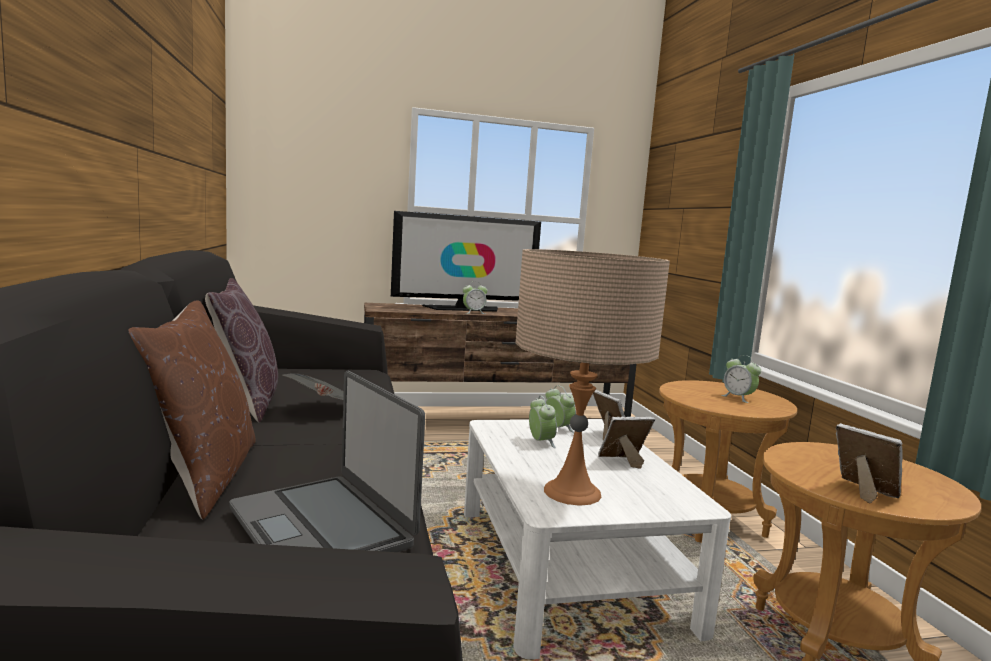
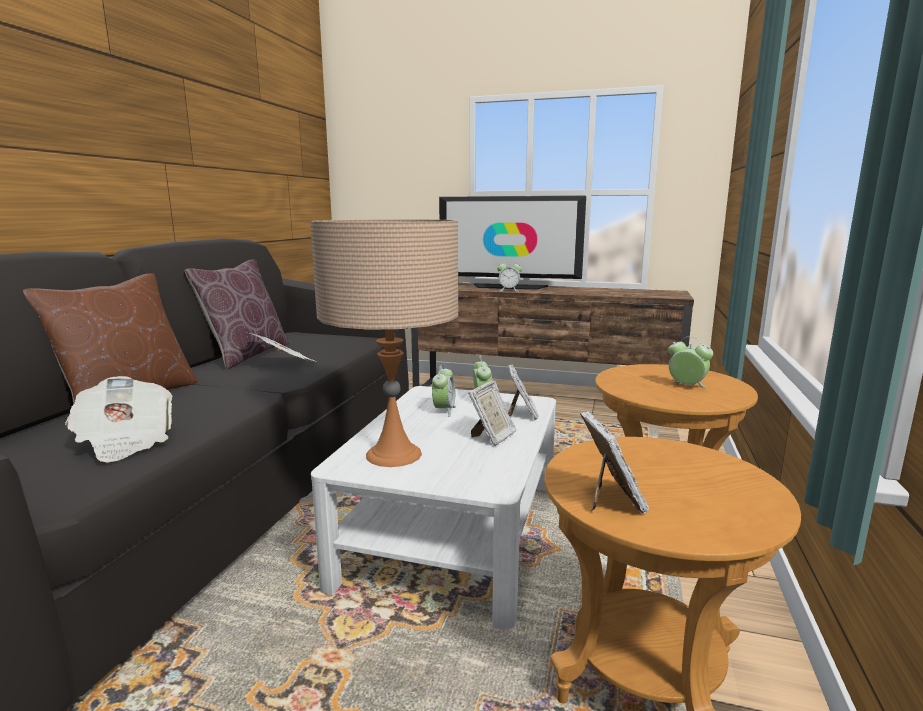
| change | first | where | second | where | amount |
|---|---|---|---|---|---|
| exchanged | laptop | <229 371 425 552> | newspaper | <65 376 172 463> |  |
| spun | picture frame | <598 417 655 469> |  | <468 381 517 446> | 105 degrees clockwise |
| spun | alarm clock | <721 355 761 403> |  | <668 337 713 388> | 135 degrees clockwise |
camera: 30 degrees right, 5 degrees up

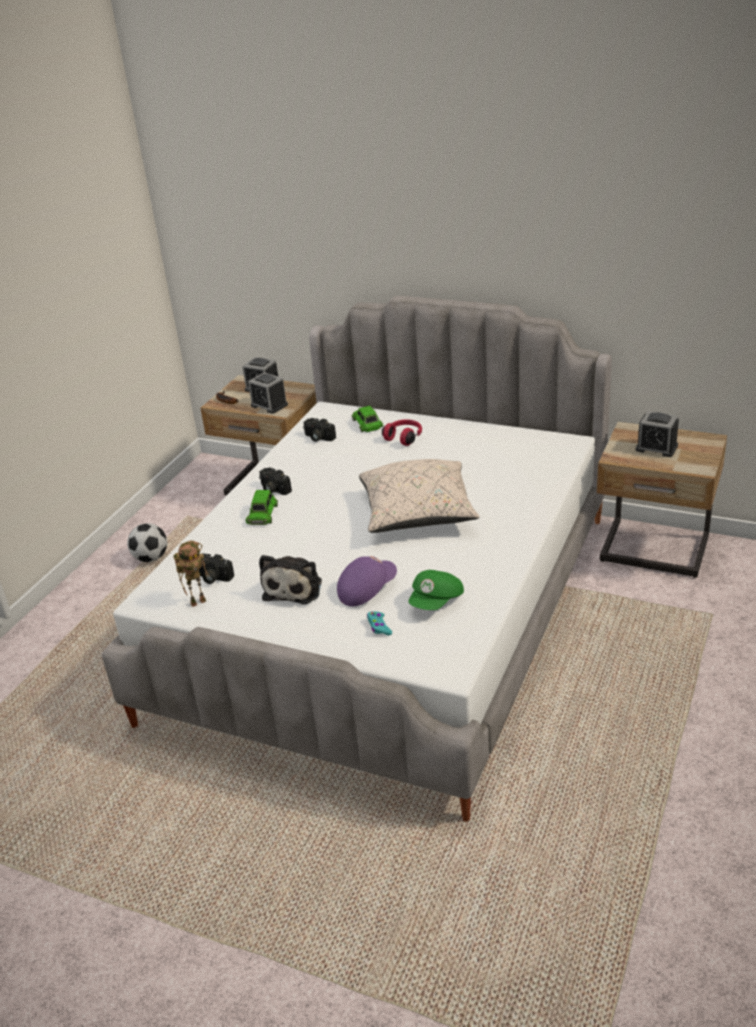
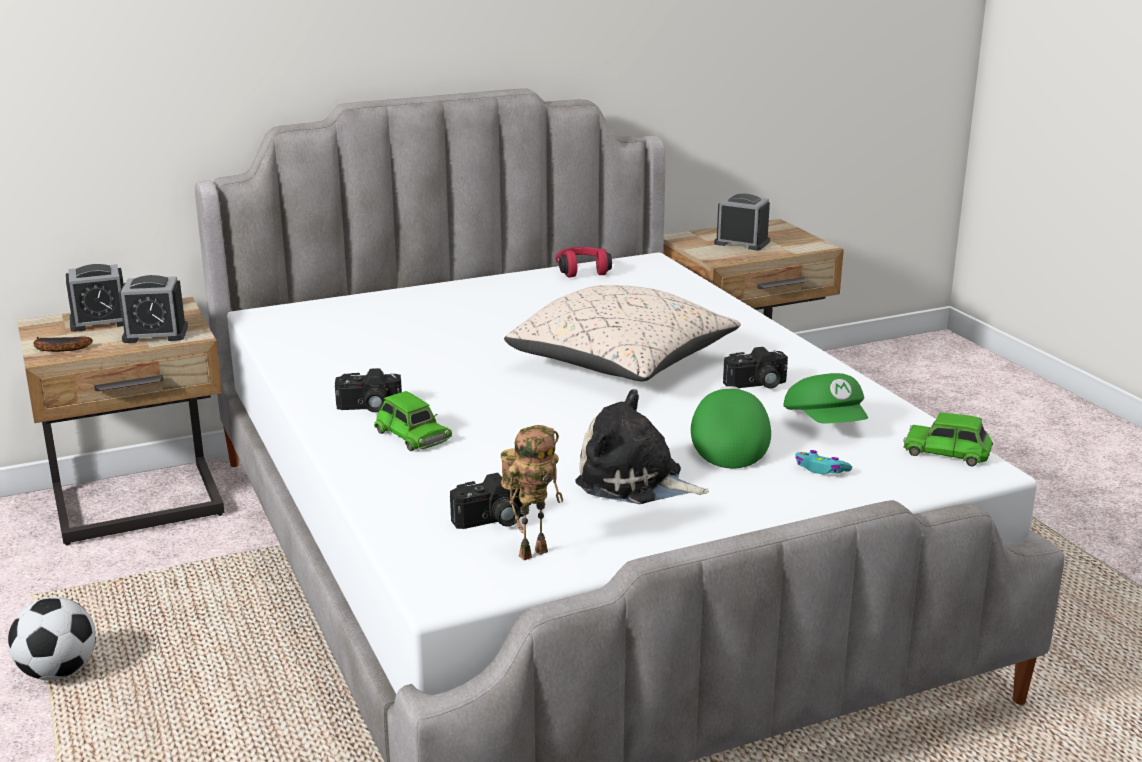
| change | first | where | second | where | amount |
|---|---|---|---|---|---|
| spun | toy robot | <174 541 209 607> |  | <501 425 563 560> | 45 degrees clockwise |
| relocated | red headphones | <382 419 422 446> |  | <556 247 612 277> |  |
| spun | plush toy | <259 555 322 605> |  | <575 389 709 504> | 150 degrees clockwise |
| colour | purple cap | <337 556 397 606> | green cap | <691 386 771 468> |  |
| spun | alarm clock | <636 411 679 457> |  | <714 194 770 251> | 135 degrees counterclockwise |
| relocated | photo camera | <303 418 336 442> |  | <723 347 788 389> |  |
| relocated | green toy car | <352 406 383 432> |  | <903 413 993 466> |  |
camera: 50 degrees left, 10 degrees down

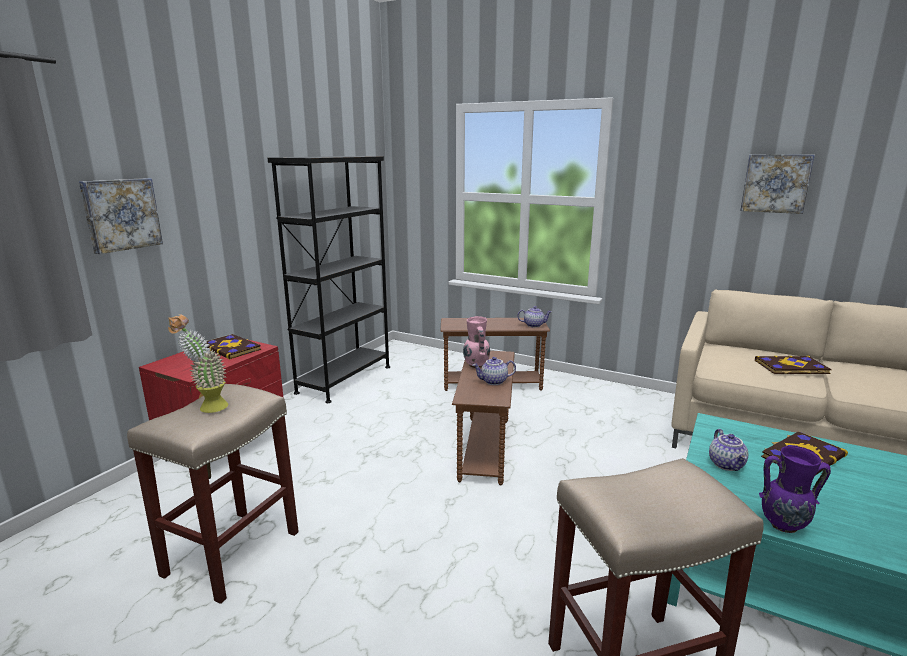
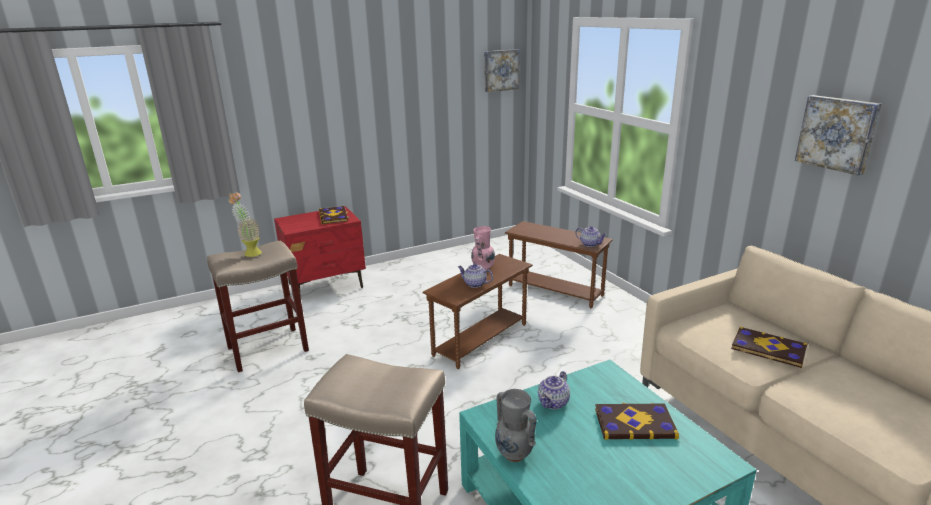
| change | first | where | second | where | amount |
|---|---|---|---|---|---|
| relocated | picture | <79 178 163 254> |  | <484 49 520 92> |  |
| colour | purple vase | <759 446 831 533> | grey vase | <495 389 537 462> |  |
| missing | black bookcase | <268 156 390 403> |  |  |  |
camera: 35 degrees right, 5 degrees up

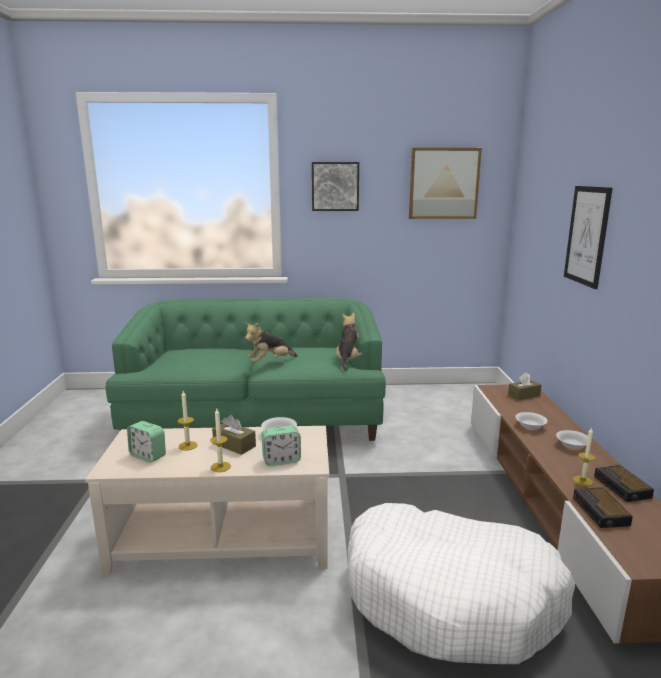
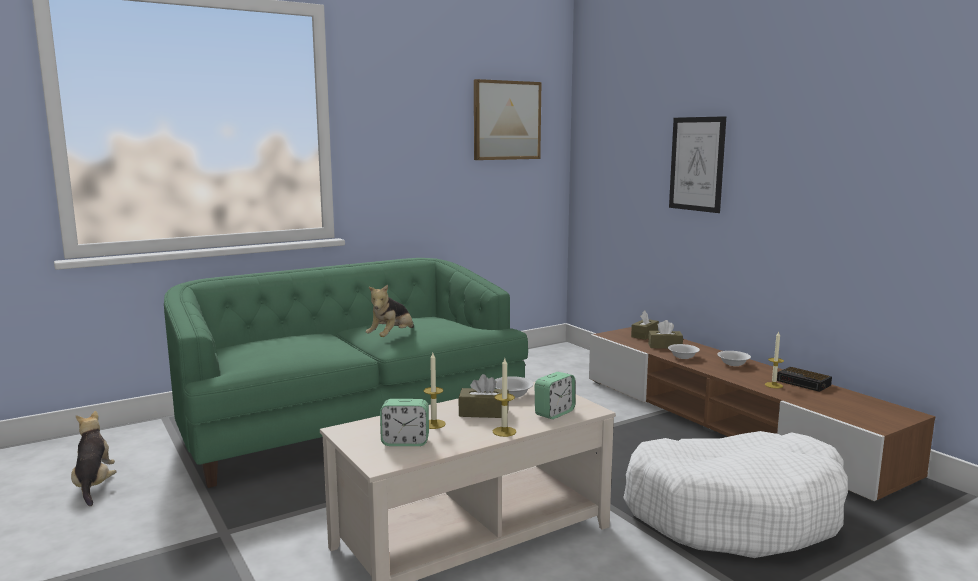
| change | first | where | second | where | amount |
|---|---|---|---|---|---|
| relocated | plush toy | <336 313 362 372> |  | <71 411 116 506> |  |
| appeared |  |  | brown tissue box | <648 320 683 349> |  |
| missing | picture | <312 162 359 211> |  |  |  |
| missing | alarm clock | <573 487 633 528> |  |  |  |
camera: 30 degrees left, 5 degrees down

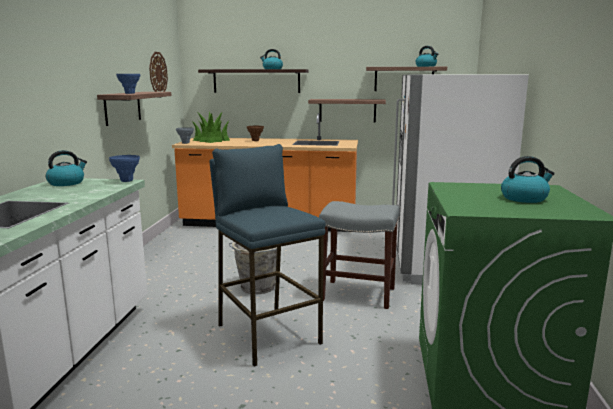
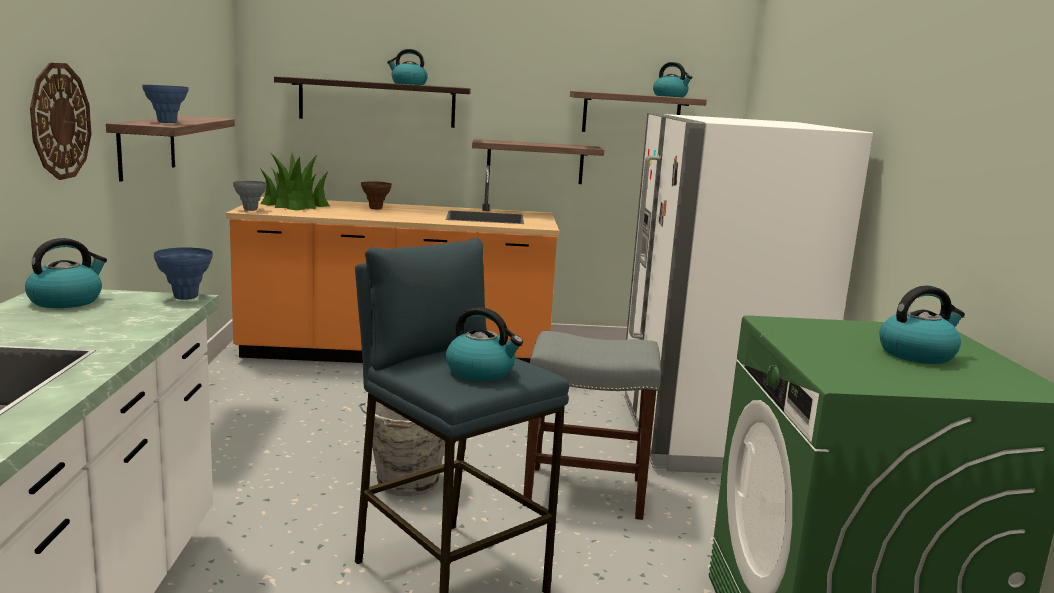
| change | first | where | second | where | amount |
|---|---|---|---|---|---|
| relocated | wall clock | <149 52 168 92> |  | <30 63 91 180> |  |
| appeared |  |  | kettle | <446 307 523 381> |  |
camera: 10 degrees left, 0 degrees up

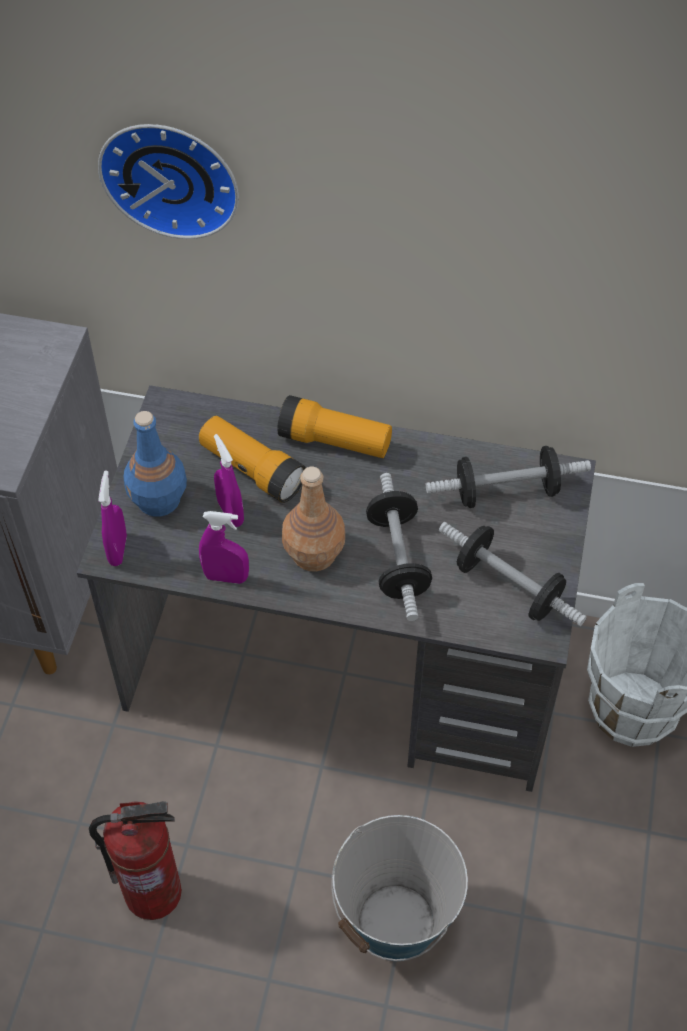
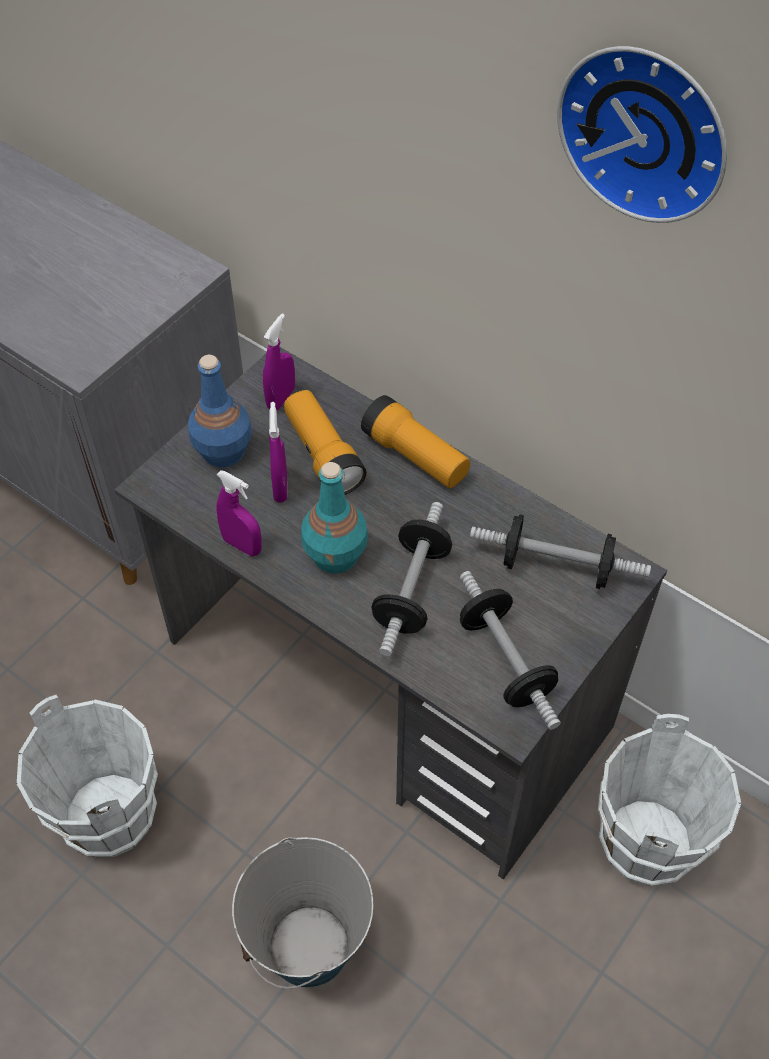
| change | first | where | second | where | amount |
|---|---|---|---|---|---|
| exchanged | fire extinguisher | <89 801 182 920> | white bucket | <17 695 158 857> |  |
| relocated | purple spray bottle | <98 470 127 566> |  | <263 313 295 410> |  |
| colour | brown bottle | <282 467 345 571> | turquoise bottle | <301 462 368 573> |  |
| relocated | wall clock | <98 124 239 239> |  | <557 46 727 223> |  |
camera: 25 degrees right, 0 degrees up

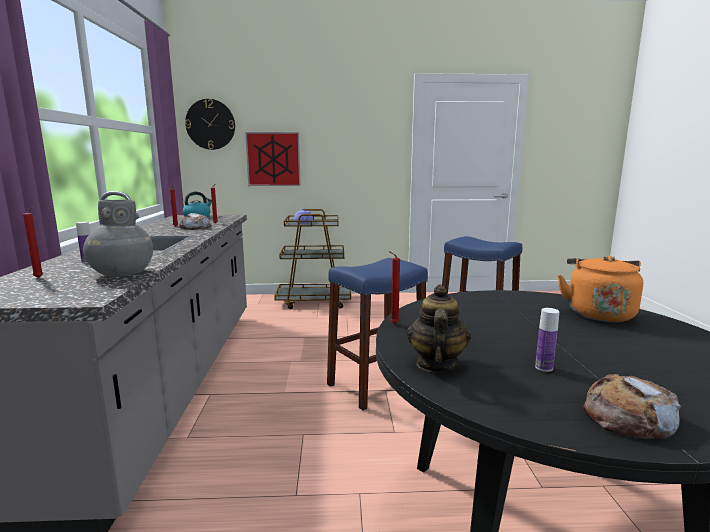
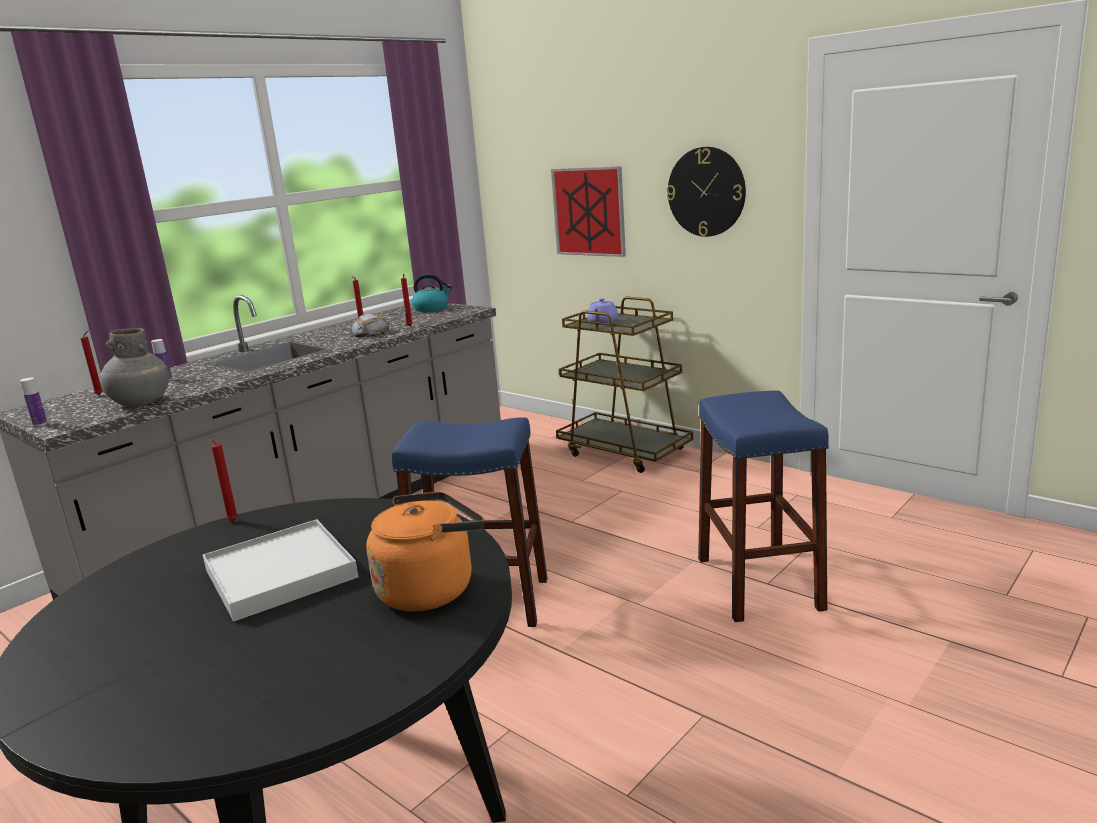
| change | first | where | second | where | amount |
|---|---|---|---|---|---|
| relocated | bottle | <535 308 559 372> |  | <20 377 48 426> |  |
| appeared |  |  | white tray | <203 519 358 621> |  |
| relocated | wall clock | <185 99 235 150> |  | <667 147 746 237> |  |
| missing | teapot | <407 284 471 372> |  |  |  |
| missing | bread | <583 374 681 439> |  |  |  |
camera: 45 degrees right, 5 degrees up

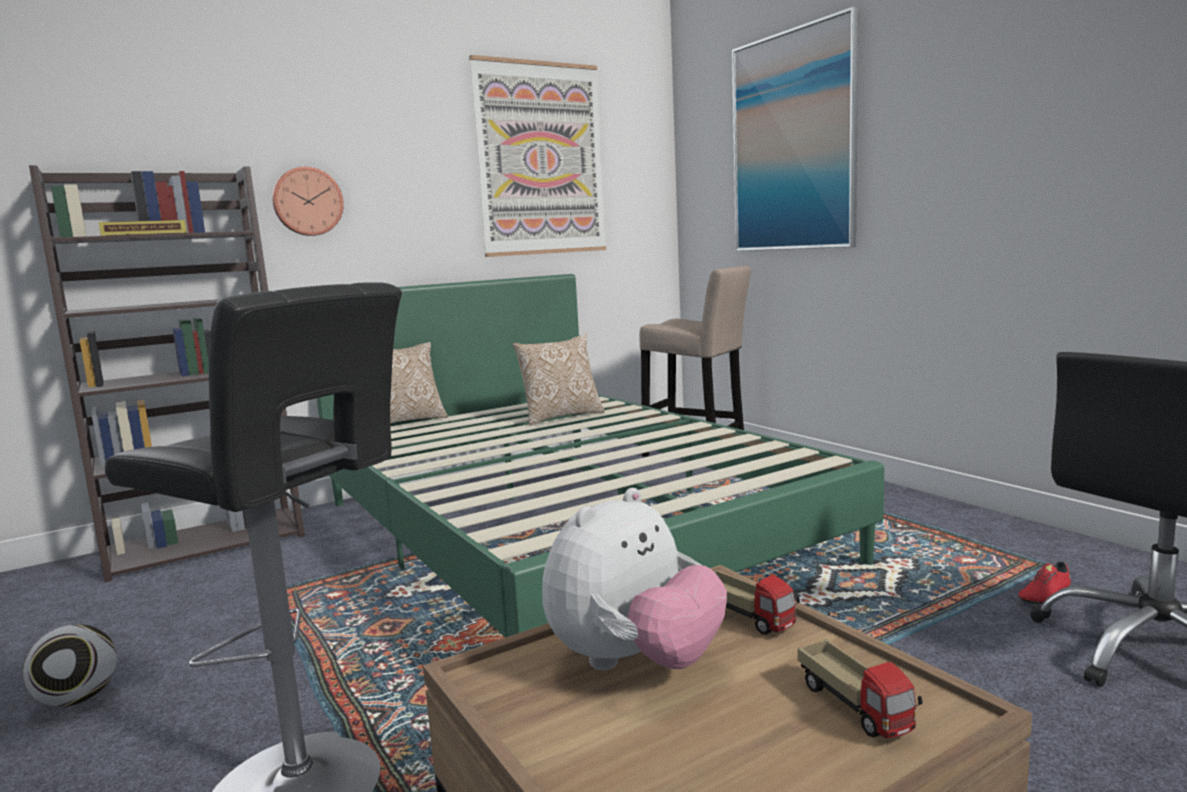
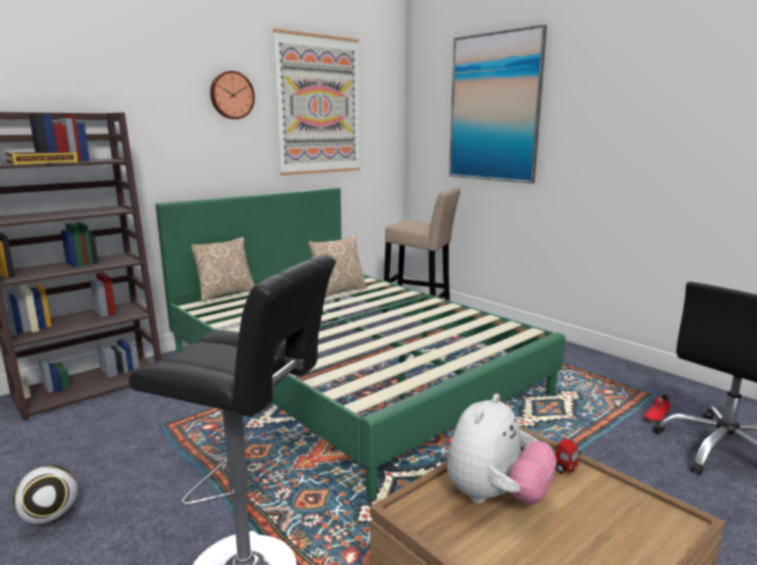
| change | first | where | second | where | amount |
|---|---|---|---|---|---|
| relocated | wall clock | <272 167 344 236> |  | <210 71 255 119> |  |
| missing | toy truck | <798 639 923 738> |  |  |  |
camera: 10 degrees left, 5 degrees up

